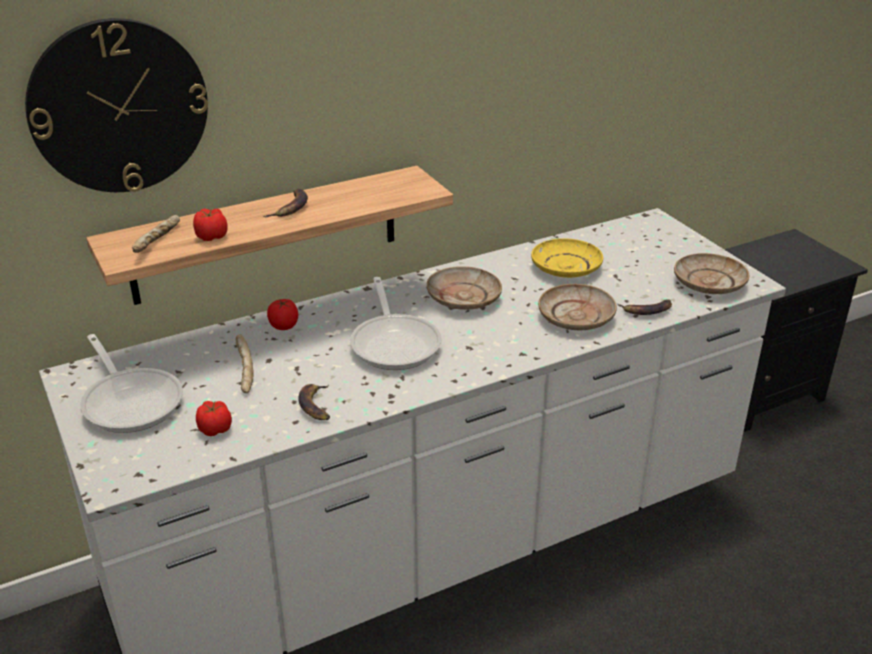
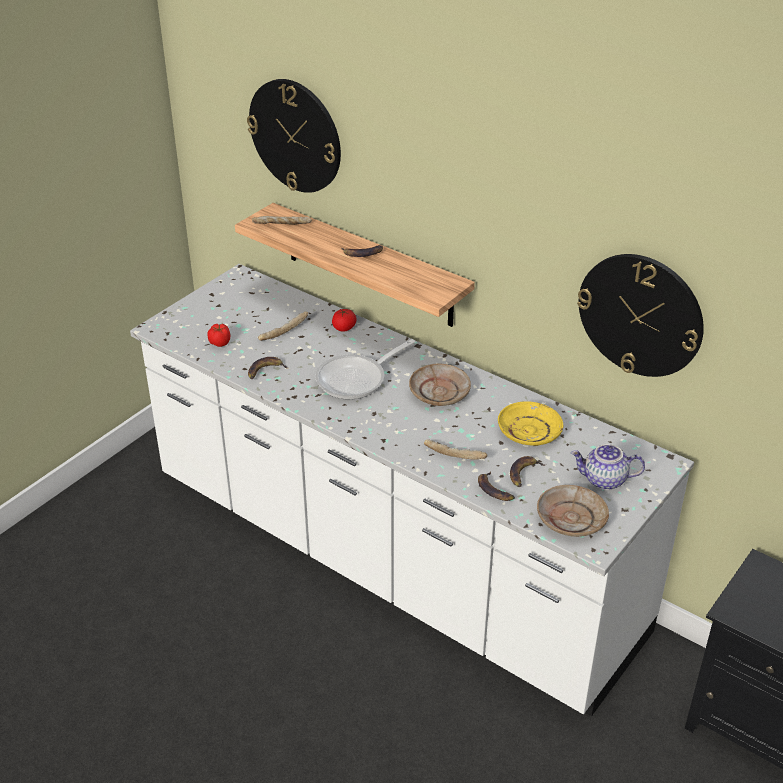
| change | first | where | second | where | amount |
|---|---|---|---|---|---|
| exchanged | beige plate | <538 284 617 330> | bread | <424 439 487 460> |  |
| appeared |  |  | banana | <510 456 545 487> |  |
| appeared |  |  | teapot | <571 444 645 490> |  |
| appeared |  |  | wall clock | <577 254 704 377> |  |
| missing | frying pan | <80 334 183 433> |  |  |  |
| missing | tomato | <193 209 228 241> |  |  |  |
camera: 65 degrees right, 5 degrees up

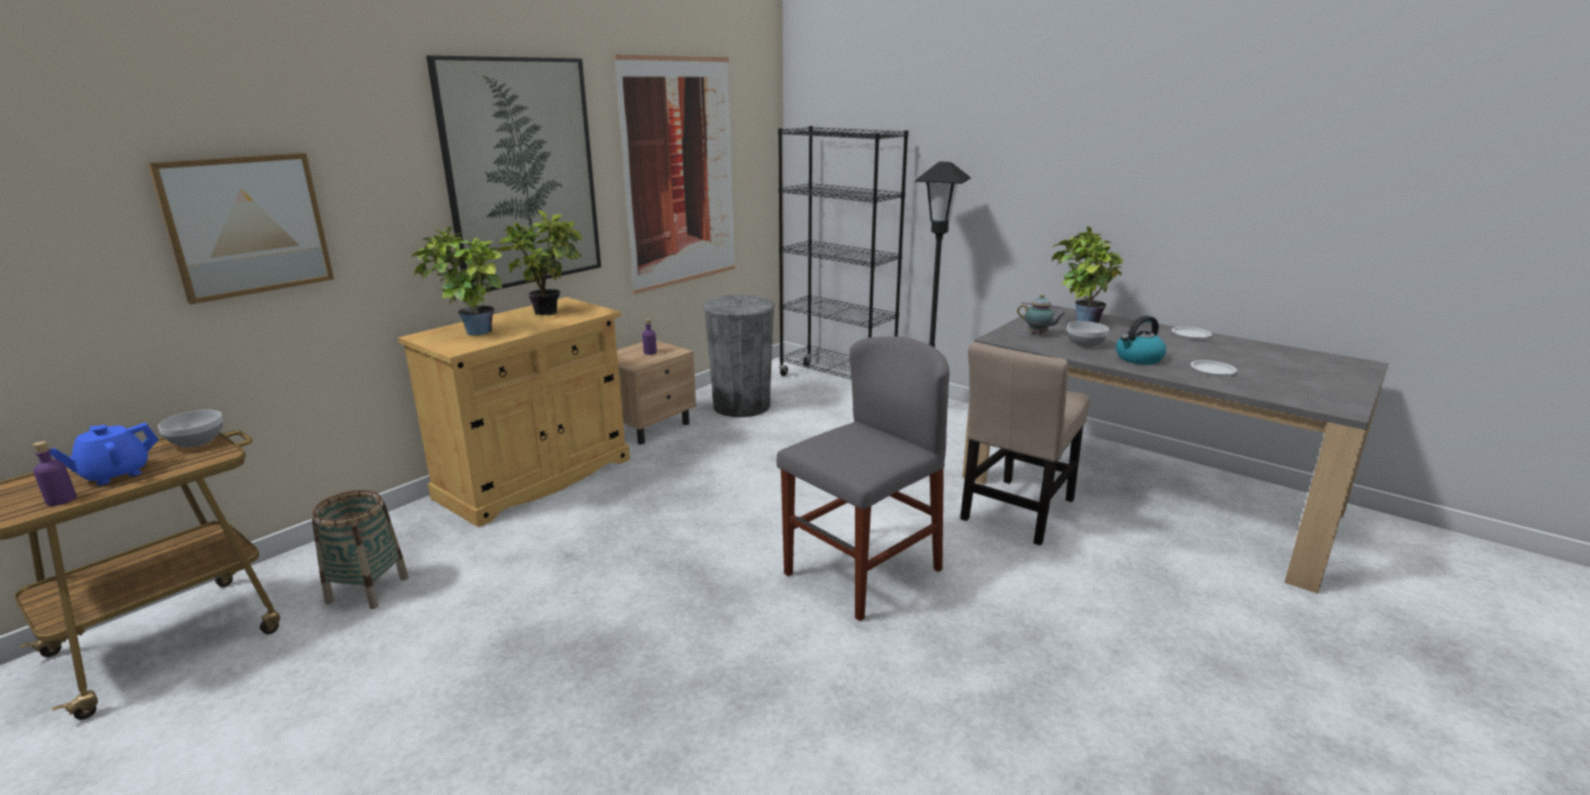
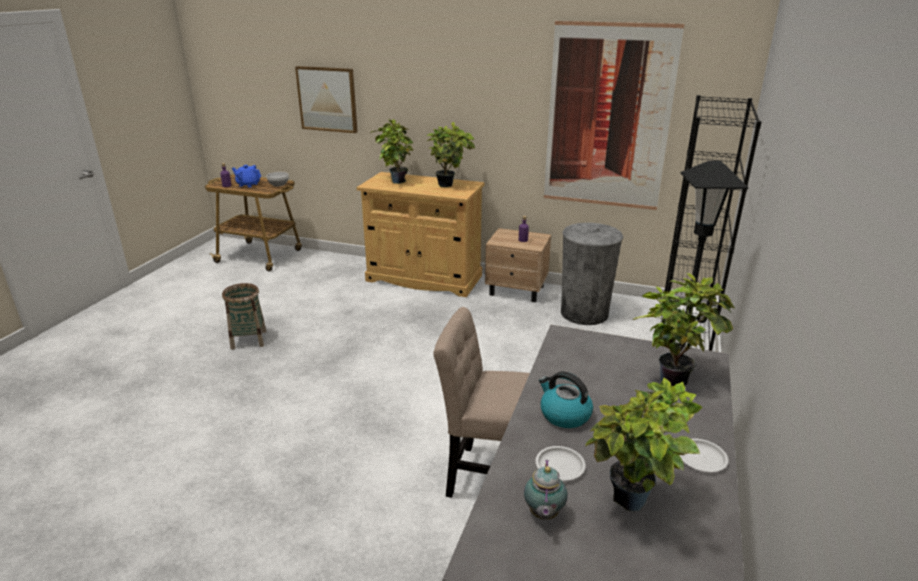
| change | first | where | second | where | amount |
|---|---|---|---|---|---|
| relocated | basket | <312 490 409 609> |  | <222 283 266 350> |  |
| relocated | teapot | <1017 294 1066 334> |  | <524 460 568 520> |  |
| appeared |  |  | potted plant | <585 377 702 511> |  |
| missing | picture | <426 55 601 292> |  |  |  |
| missing | grey chair | <776 336 950 621> |  |  |  |
| missing | bowl | <1067 321 1109 348> |  |  |  |
camera: 70 degrees right, 5 degrees up

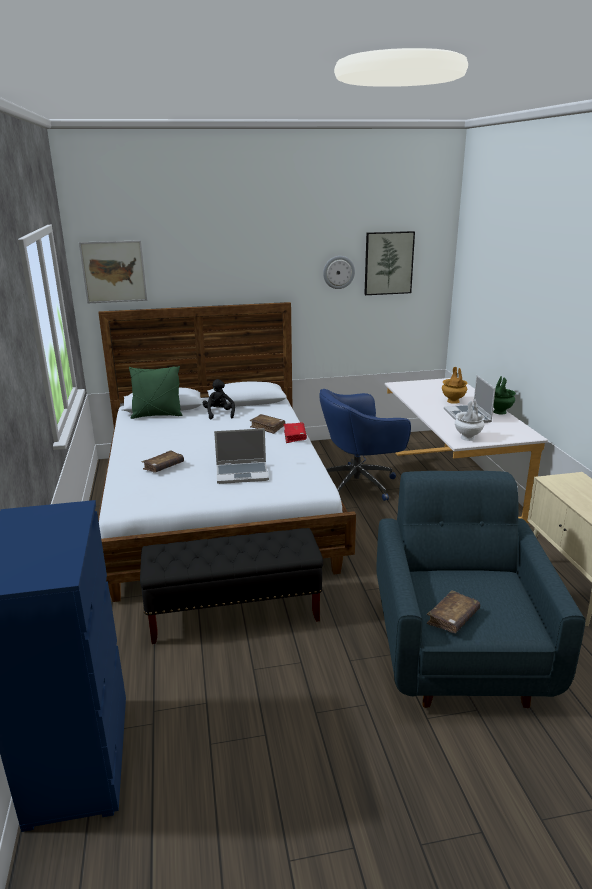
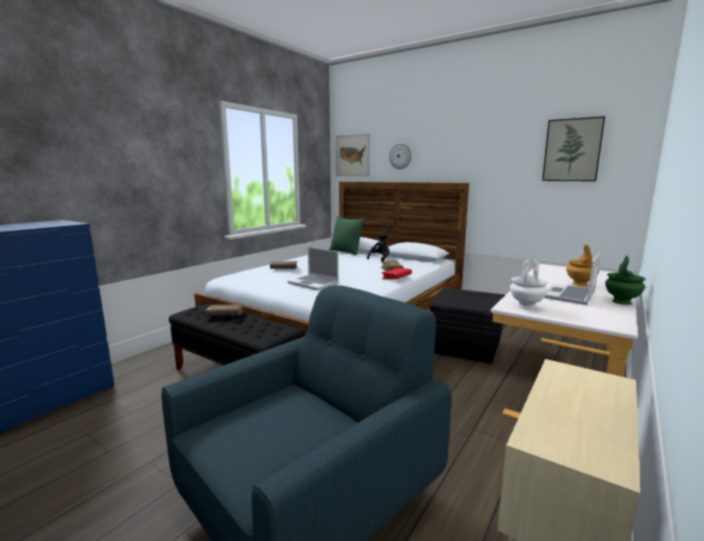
| change | first | where | second | where | amount |
|---|---|---|---|---|---|
| relocated | brown book | <427 590 480 633> |  | <206 304 244 316> |  |
| relocated | wall clock | <323 256 355 289> |  | <389 143 412 169> |  |
| exchanged | blue office chair | <319 389 411 501> | black storage box | <429 288 505 363> |  |
camera: 45 degrees right, 10 degrees down

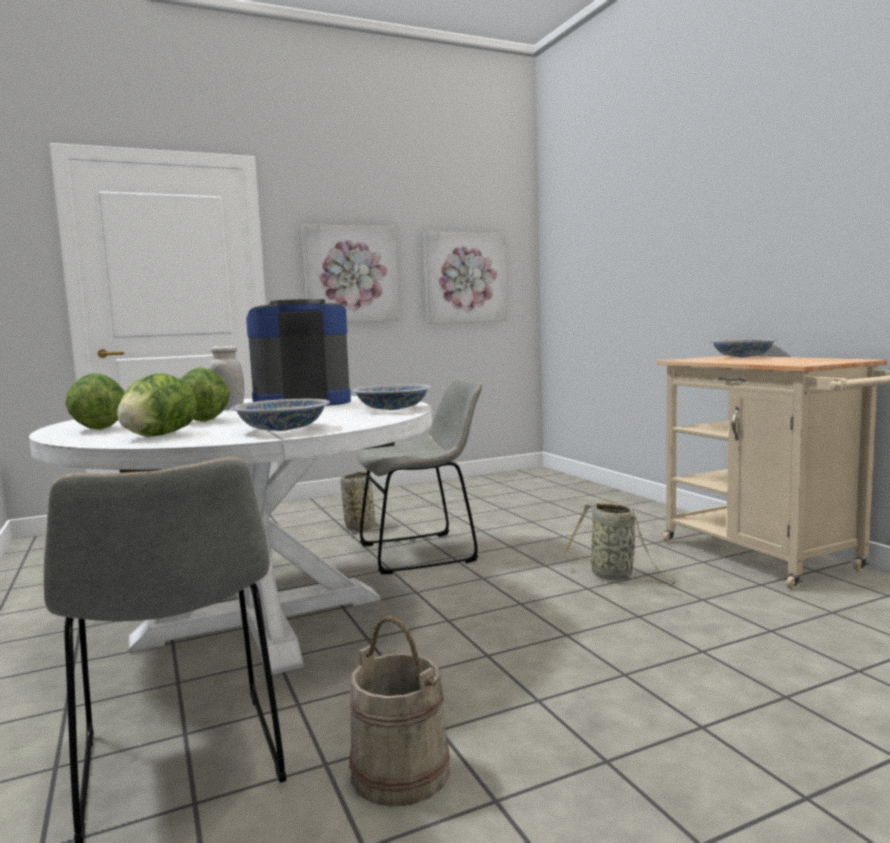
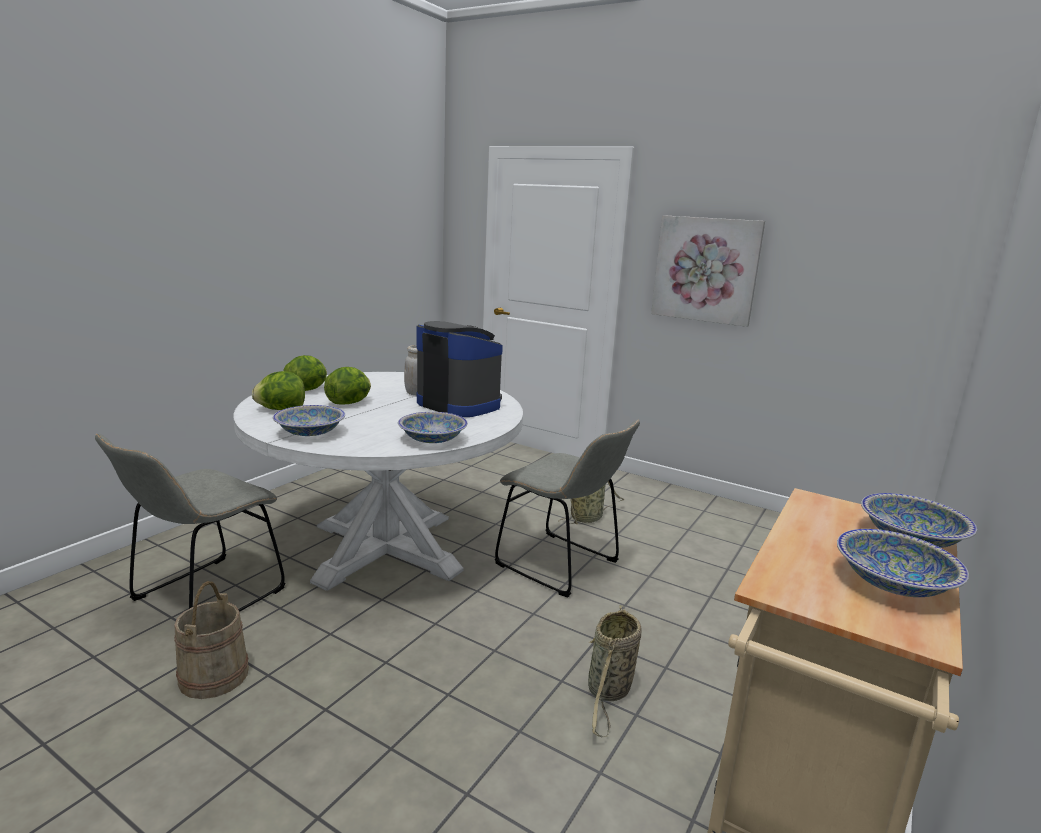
| change | first | where | second | where | amount |
|---|---|---|---|---|---|
| appeared |  |  | bowl | <837 529 969 597> |  |
| missing | picture | <423 232 507 324> |  |  |  |
camera: 55 degrees right, 10 degrees up

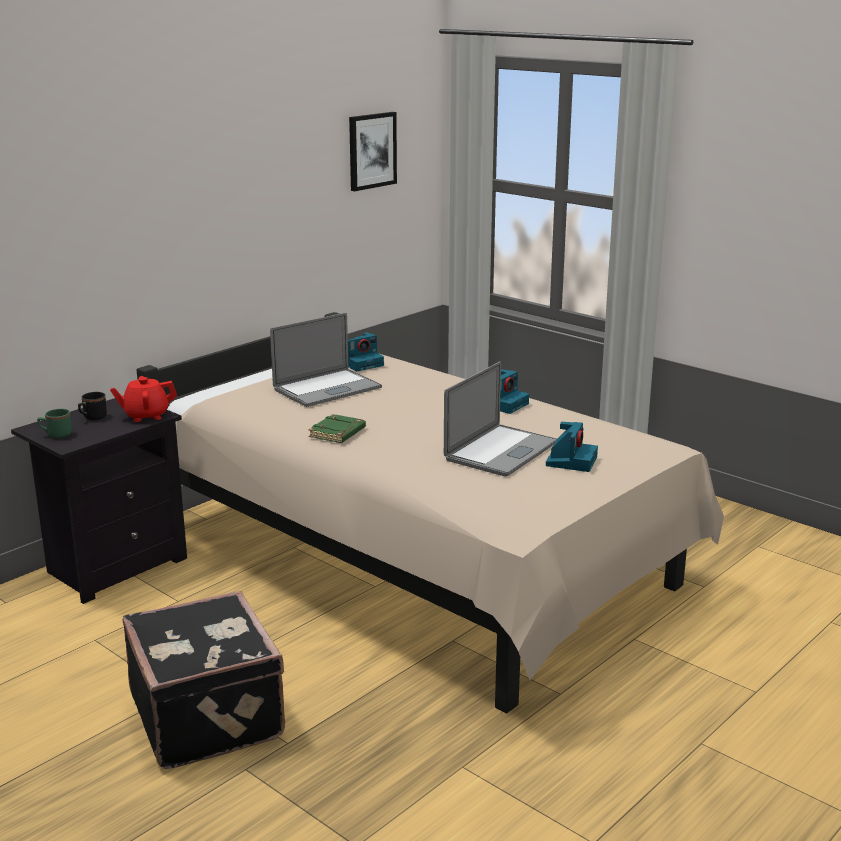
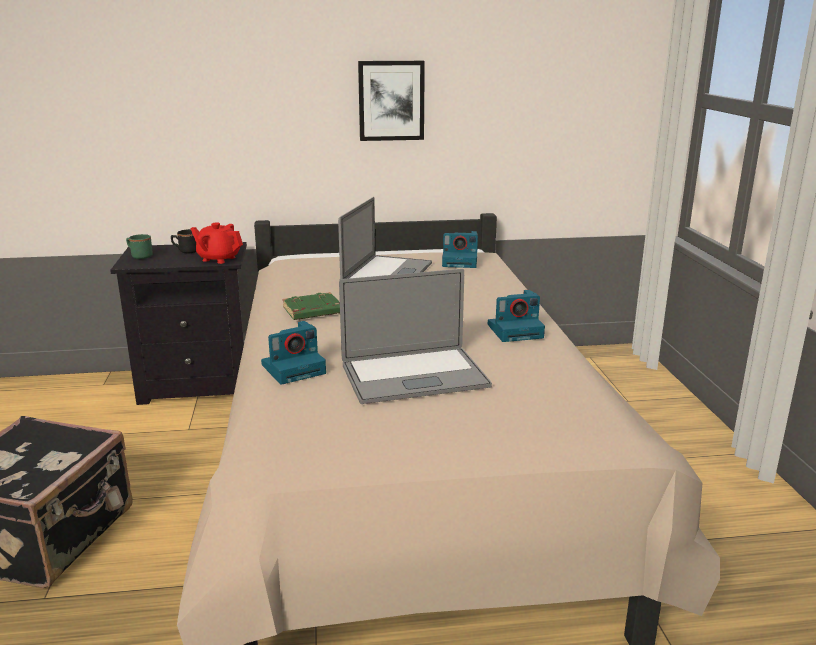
| change | first | where | second | where | amount |
|---|---|---|---|---|---|
| relocated | photo camera | <546 422 598 472> |  | <261 321 326 385> |  |
| spun | laptop | <270 313 382 407> |  | <338 197 432 279> | 75 degrees counterclockwise |
| relocated | picture | <349 112 397 191> |  | <358 61 425 141> |  |
camera: 40 degrees right, 0 degrees up

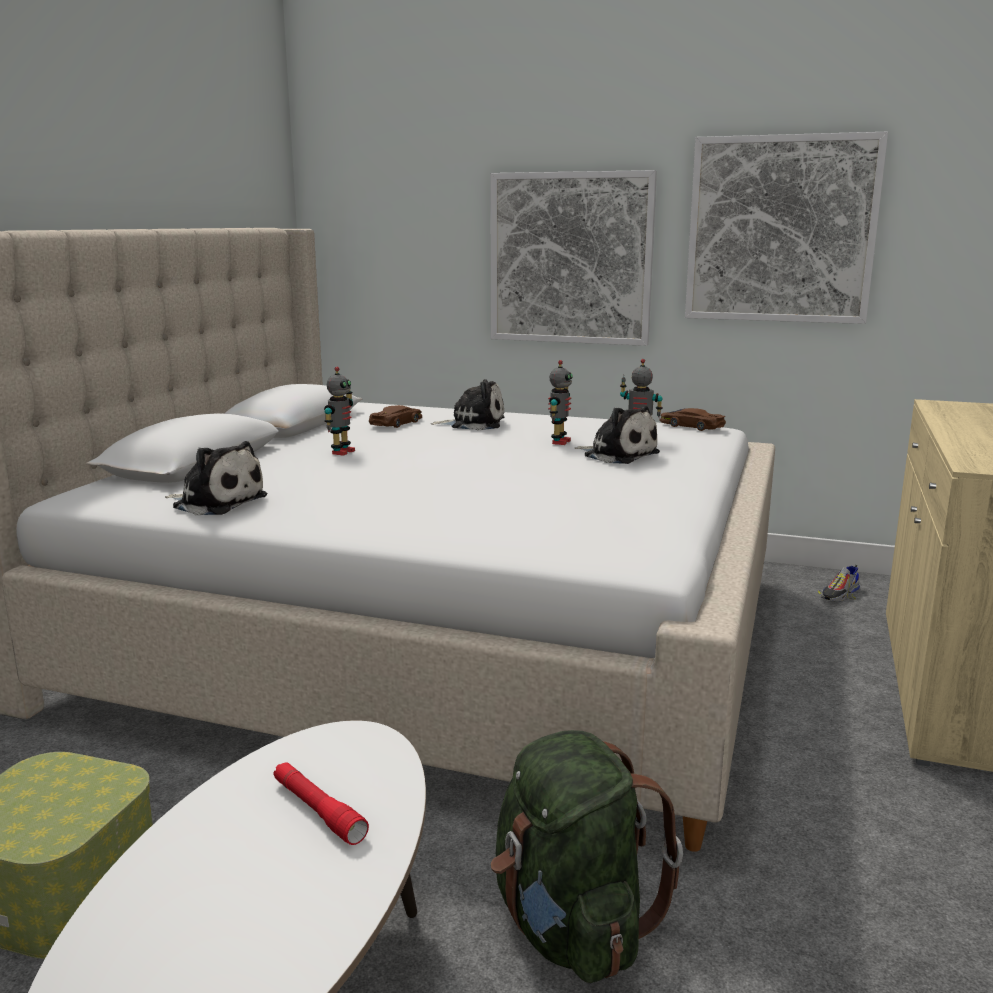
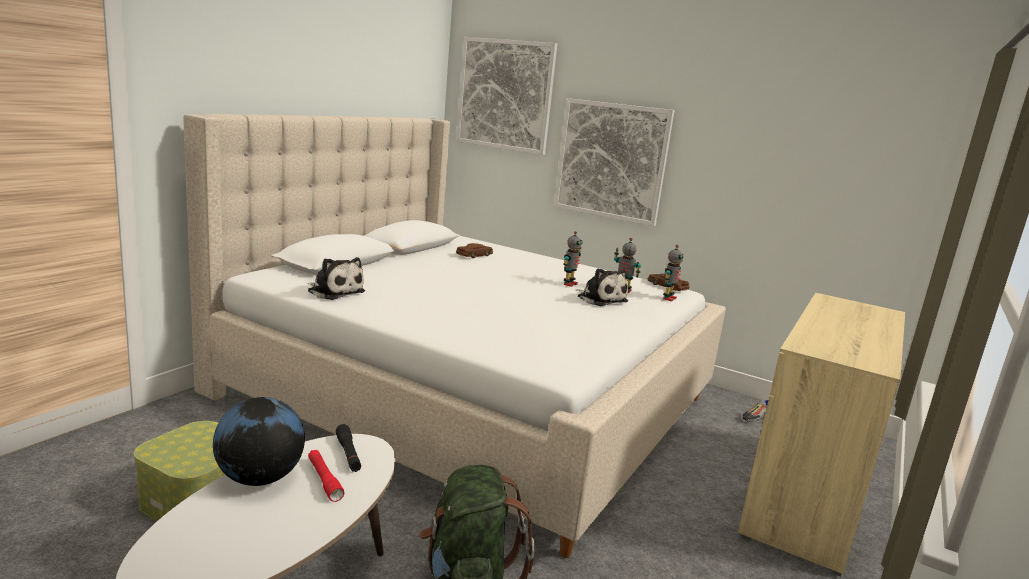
| change | first | where | second | where | amount |
|---|---|---|---|---|---|
| appeared |  |  | globe | <213 397 305 486> |  |
| appeared |  |  | black flashlight | <336 424 361 472> |  |
| relocated | picture | <685 132 888 324> |  | <456 37 557 155> |  |
| relocated | toy robot | <324 367 355 456> |  | <663 245 684 301> |  |
| missing | plush toy | <431 379 504 430> |  |  |  |
camera: 10 degrees right, 0 degrees up

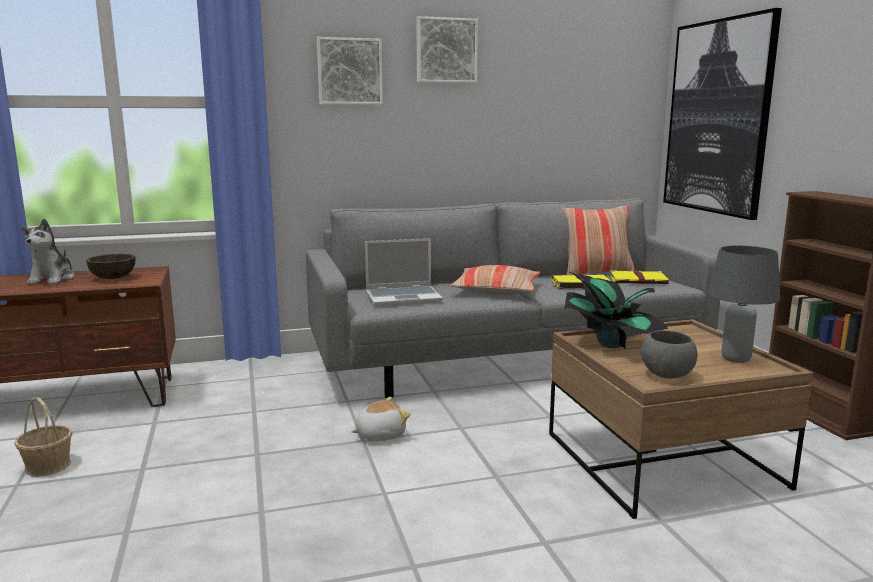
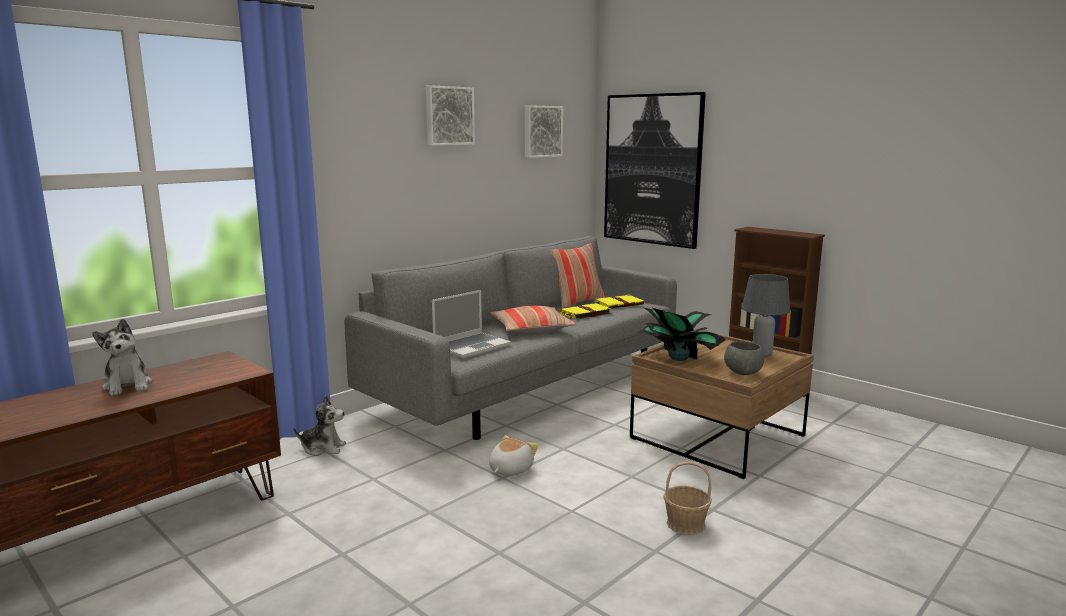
| change | first | where | second | where | amount |
|---|---|---|---|---|---|
| appeared |  |  | plush toy | <293 396 346 456> |  |
| relocated | picture | <317 37 383 105> |  | <525 105 563 158> |  |
| relocated | basket | <14 397 73 477> |  | <663 461 712 535> |  |
| missing | brown bowl | <86 254 135 279> |  |  |  |
camera: 30 degrees left, 0 degrees up

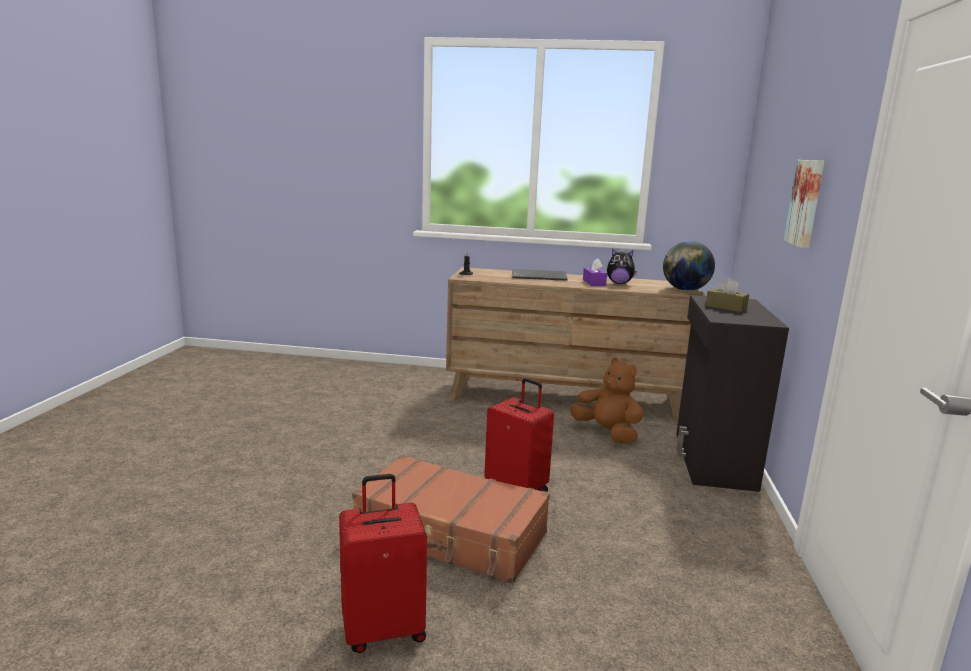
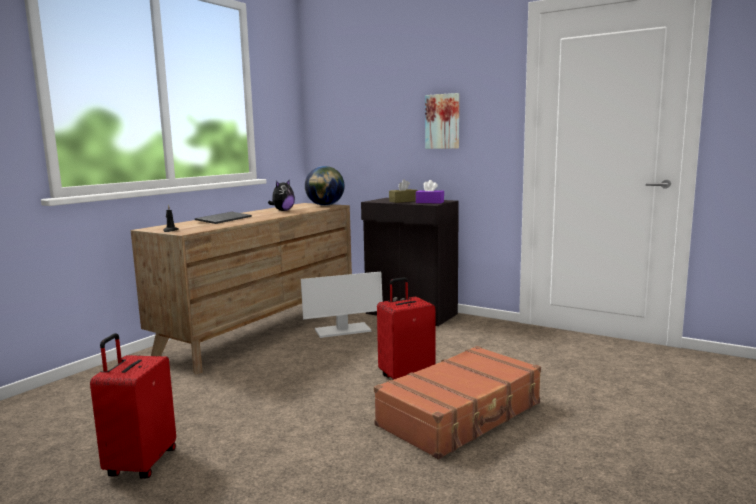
| change | first | where | second | where | amount |
|---|---|---|---|---|---|
| relocated | red suitcase | <339 474 427 653> |  | <90 333 176 478> |  |
| exchanged | brown plush toy | <570 357 643 443> | monitor | <301 272 383 338> |  |
| relocated | purple tissue box | <583 258 607 286> |  | <416 180 444 203> |  |
camera: 65 degrees left, 5 degrees down

